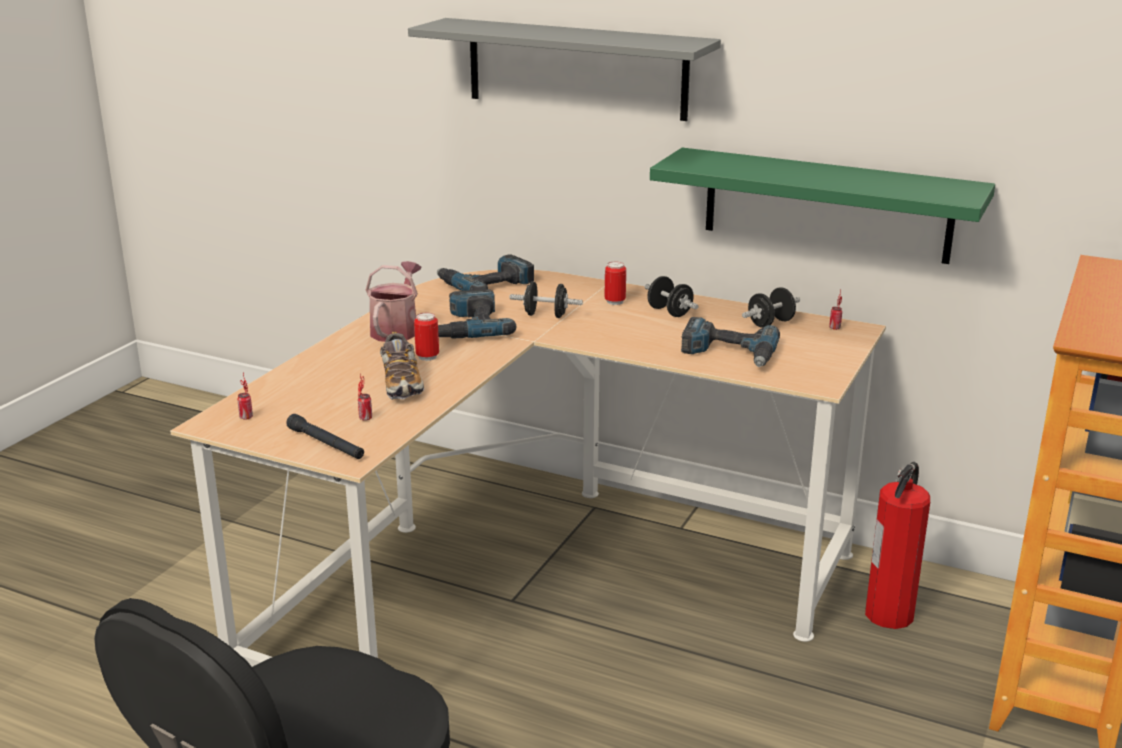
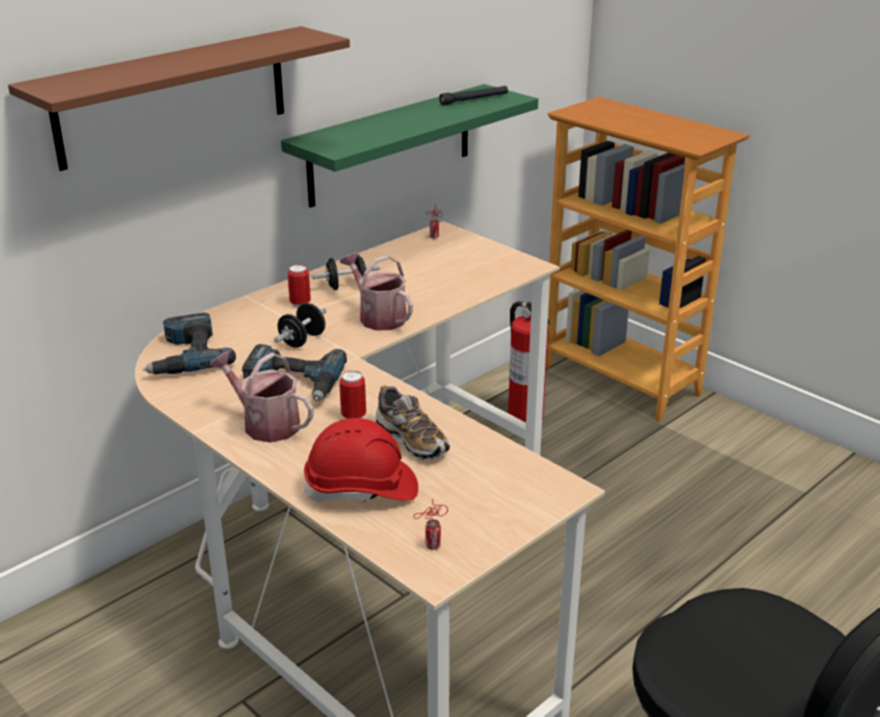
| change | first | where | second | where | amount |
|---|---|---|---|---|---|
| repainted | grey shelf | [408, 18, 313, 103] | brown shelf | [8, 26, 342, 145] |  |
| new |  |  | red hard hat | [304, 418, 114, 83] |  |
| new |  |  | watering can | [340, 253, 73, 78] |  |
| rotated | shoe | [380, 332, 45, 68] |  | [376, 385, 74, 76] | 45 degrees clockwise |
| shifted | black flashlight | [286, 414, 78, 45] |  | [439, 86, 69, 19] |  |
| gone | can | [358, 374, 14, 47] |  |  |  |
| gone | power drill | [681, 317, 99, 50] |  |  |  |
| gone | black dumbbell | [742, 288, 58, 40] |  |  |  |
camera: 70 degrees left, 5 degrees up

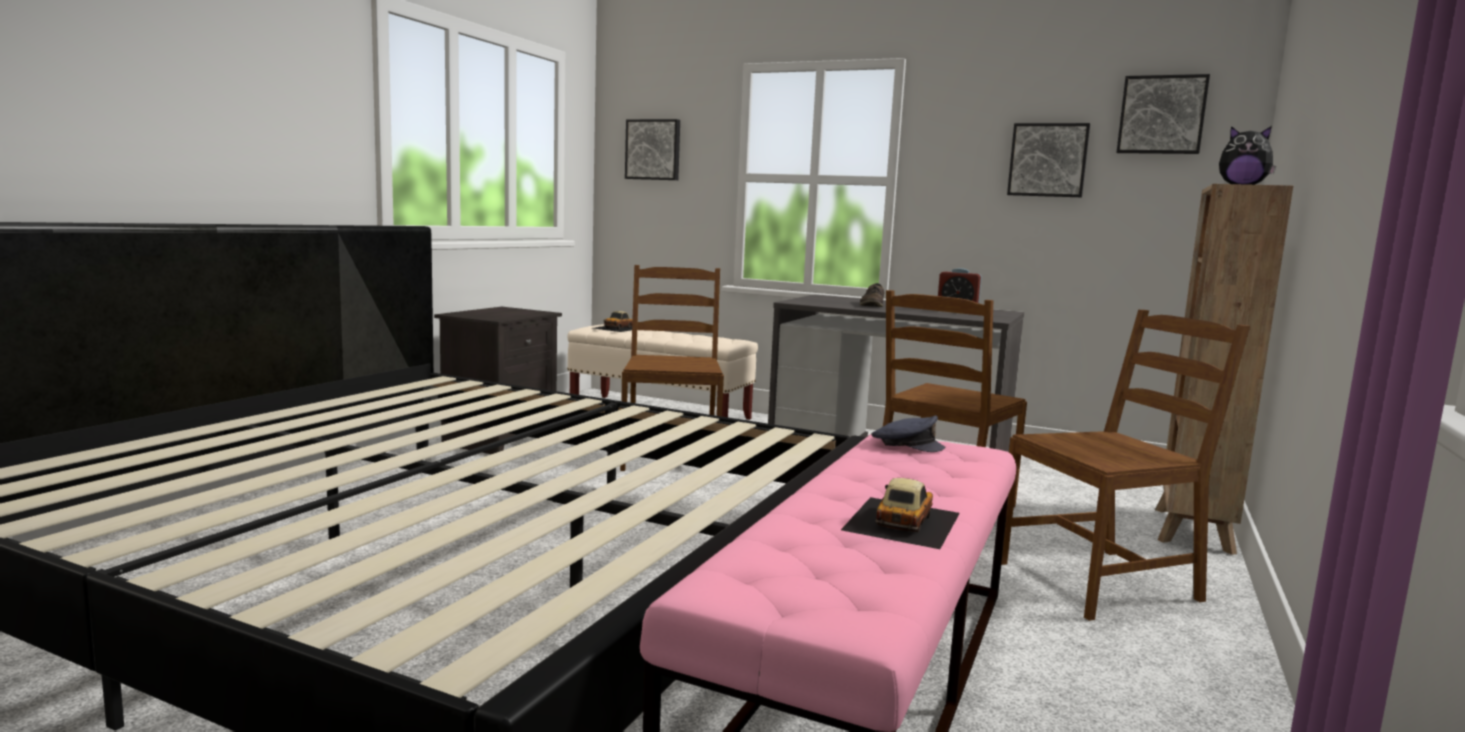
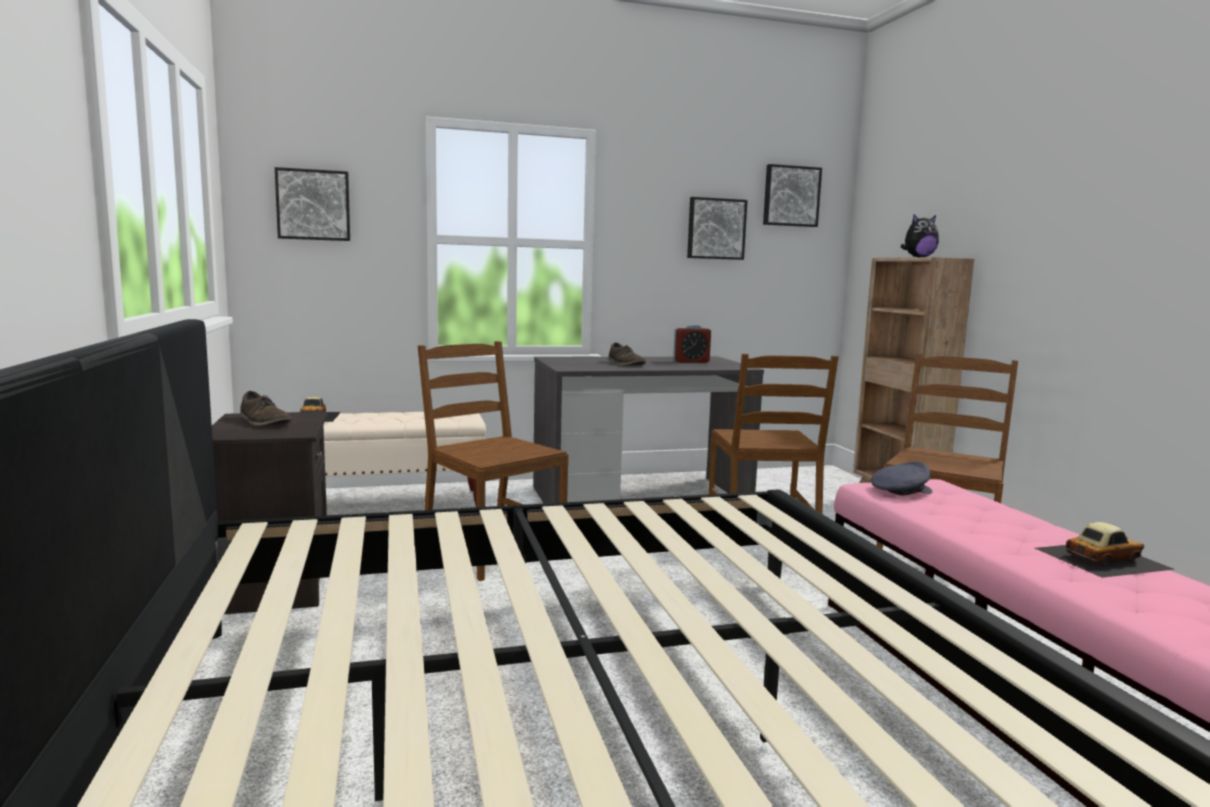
| change | first | where | second | where | amount |
|---|---|---|---|---|---|
| new |  |  | brown shoe | [240, 391, 52, 35] |  |
| rotated | toy car | [841, 478, 119, 71] |  | [1035, 522, 140, 56] | 90 degrees clockwise |
camera: 40 degrees left, 0 degrees up

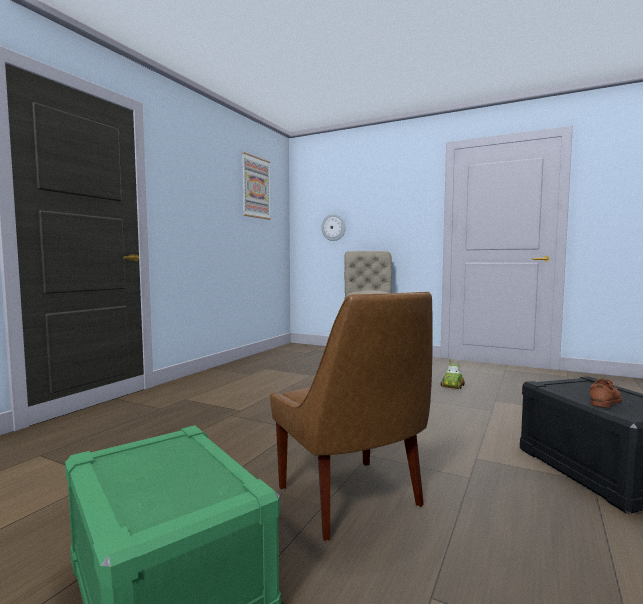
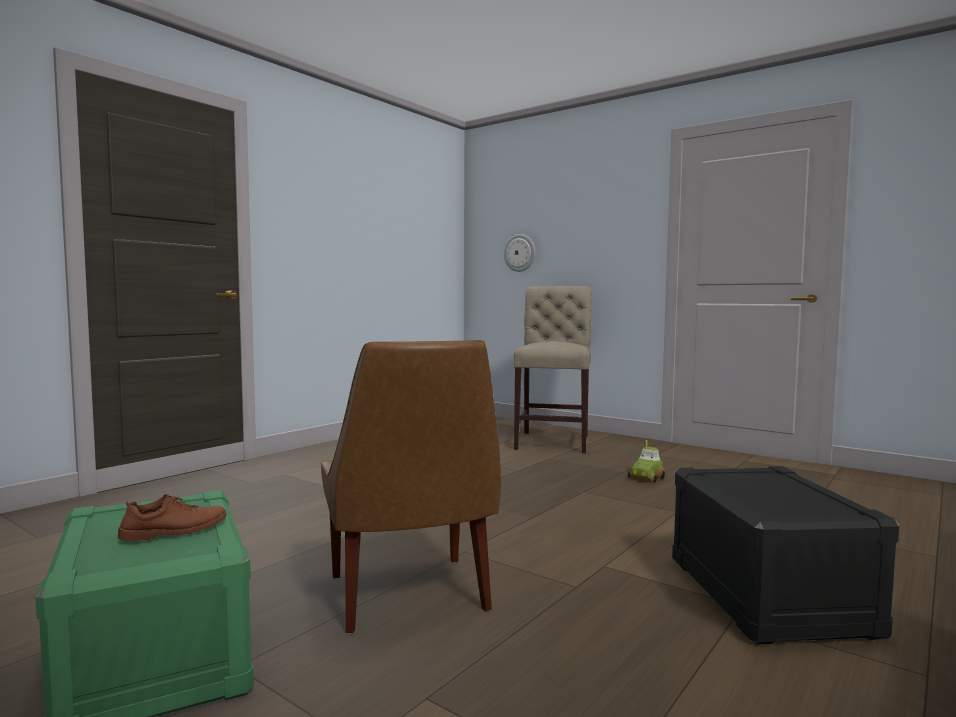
| change | first | where | second | where | amount |
|---|---|---|---|---|---|
| shifted | brown shoe | [590, 379, 32, 29] |  | [118, 494, 109, 47] |  |
| gone | picture | [242, 152, 29, 68] |  |  |  |
camera: 10 degrees right, 0 degrees up

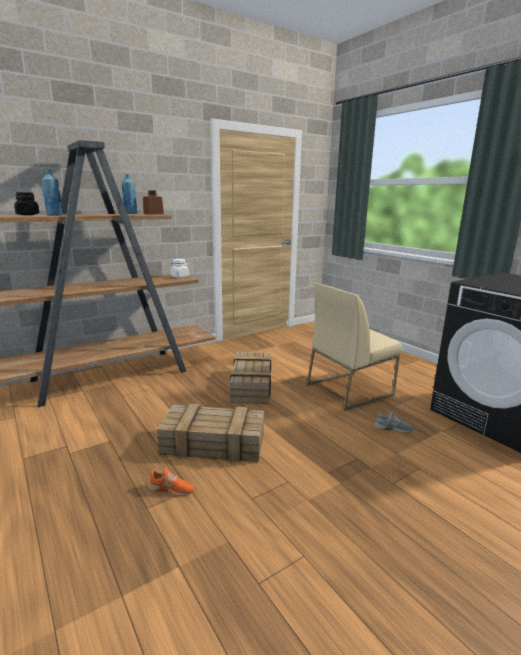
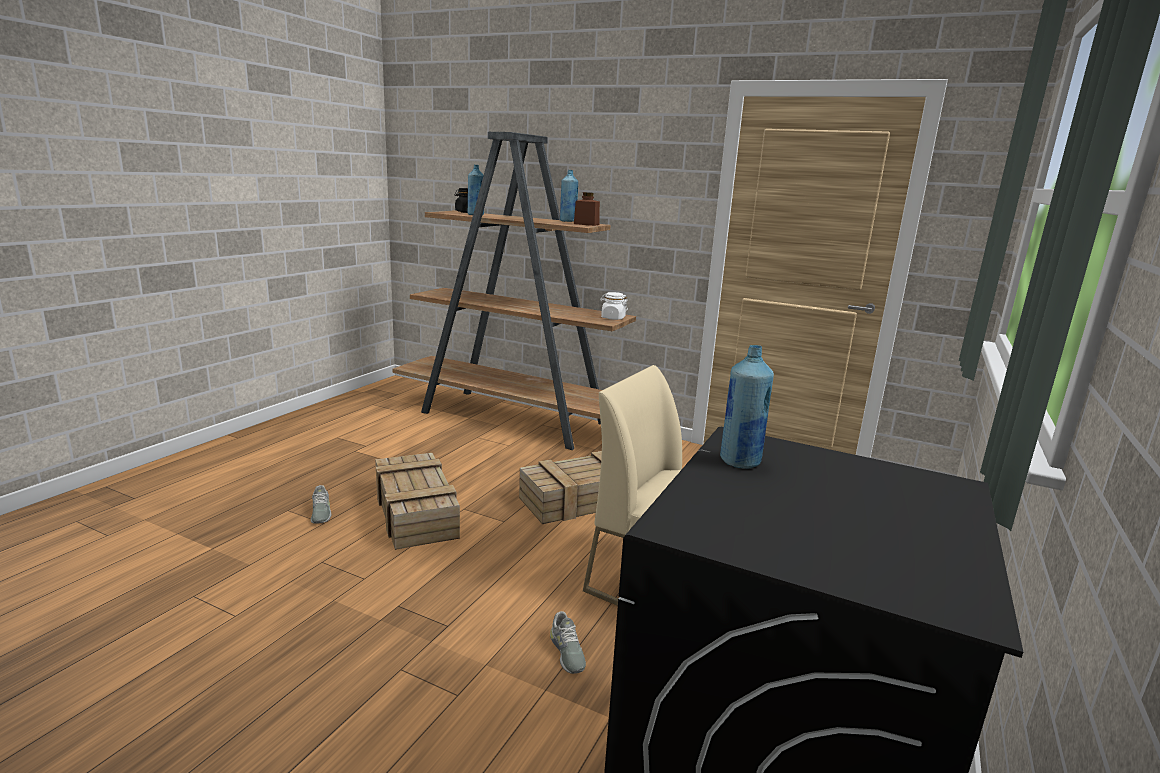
| change | first | where | second | where | amount |
|---|---|---|---|---|---|
| repainted | orange shoe | [148, 468, 46, 28] | grey shoe | [311, 485, 20, 39] |  |
| new |  |  | blue bottle | [720, 345, 54, 123] |  |
camera: 60 degrees right, 0 degrees up

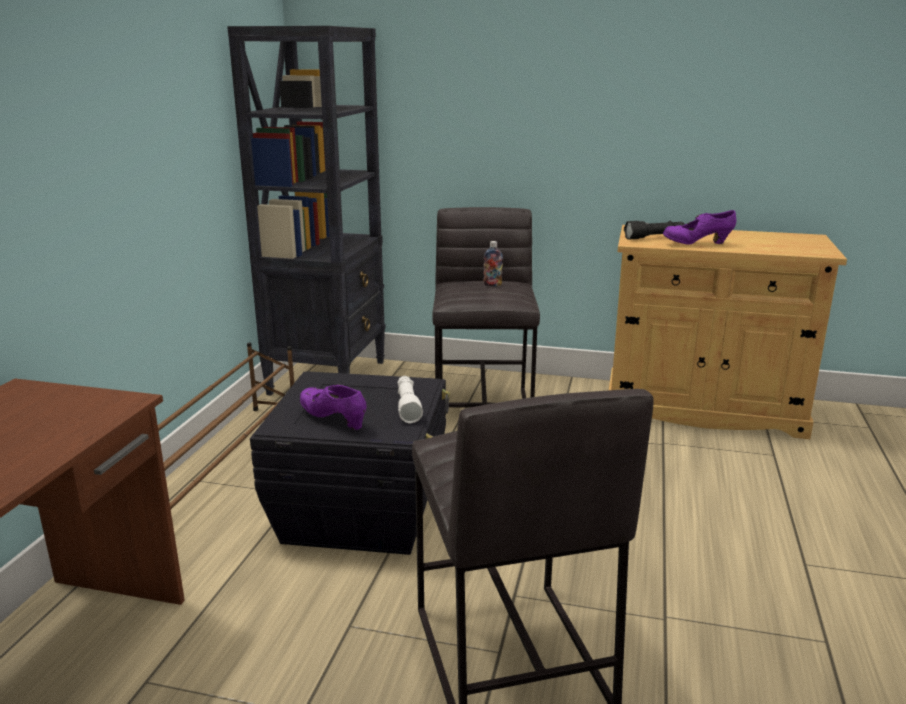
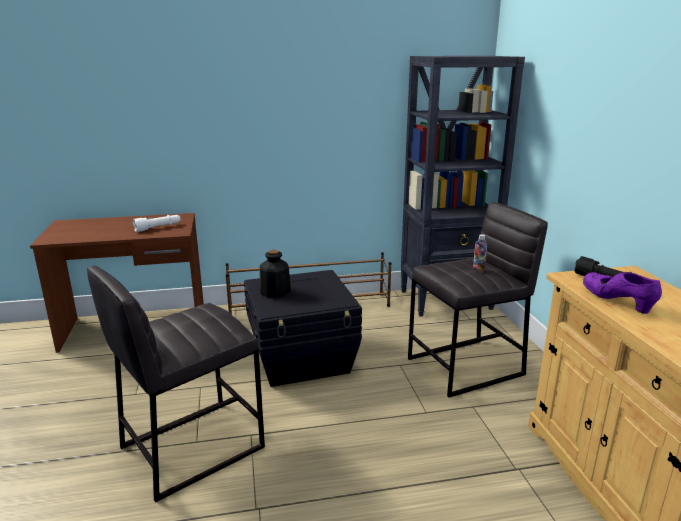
| change | first | where | second | where | amount |
|---|---|---|---|---|---|
| shifted | white flashlight | [398, 376, 25, 48] |  | [133, 215, 48, 17] |  |
| swapped | purple shoe | [300, 384, 66, 46] | bottle | [260, 250, 31, 48] |  |
camera: 65 degrees right, 0 degrees up

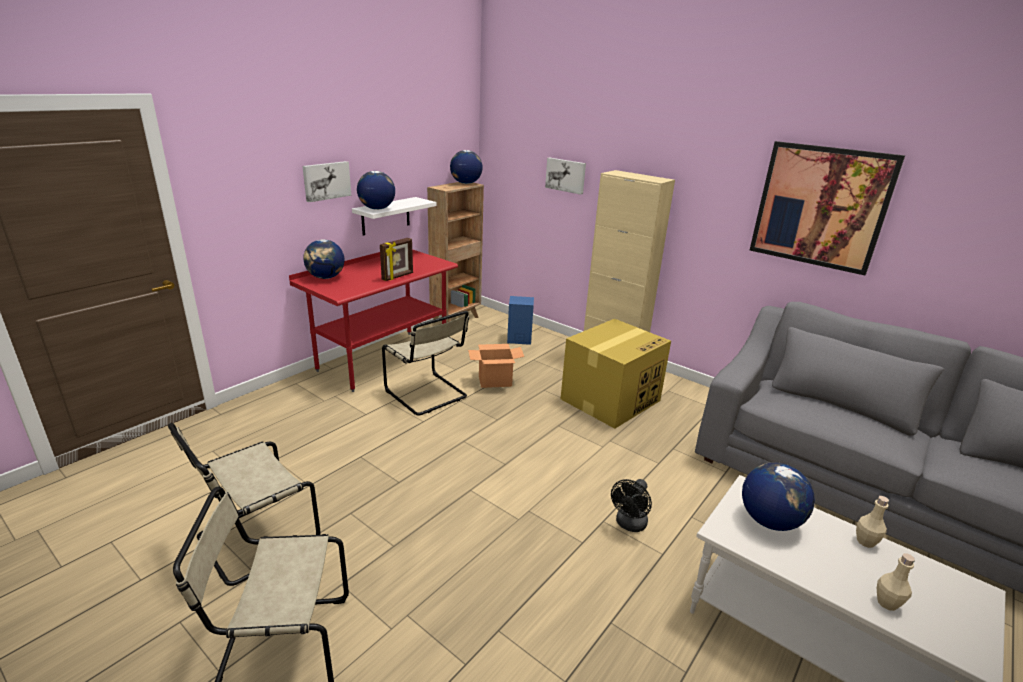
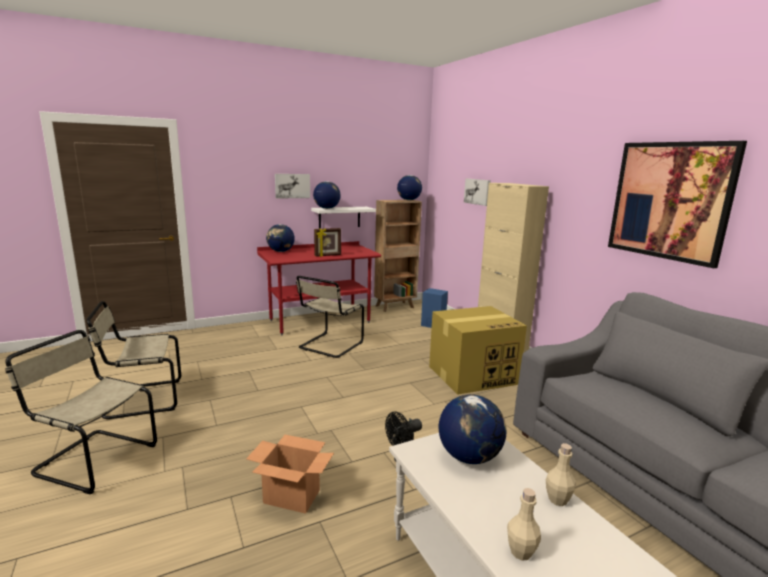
| change | first | where | second | where | amount |
|---|---|---|---|---|---|
| shifted | cardboard box | [468, 344, 56, 44] |  | [246, 435, 88, 79] |  |
| rotated | beige chair | [382, 311, 87, 105] |  | [296, 276, 68, 82] | 45 degrees clockwise |
camera: 25 degrees right, 10 degrees down

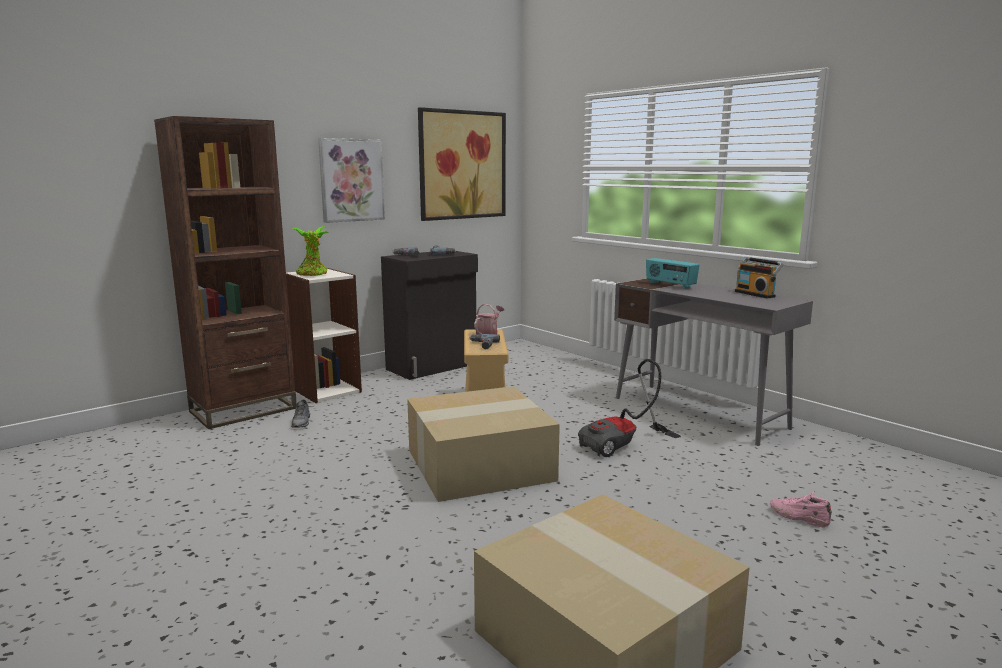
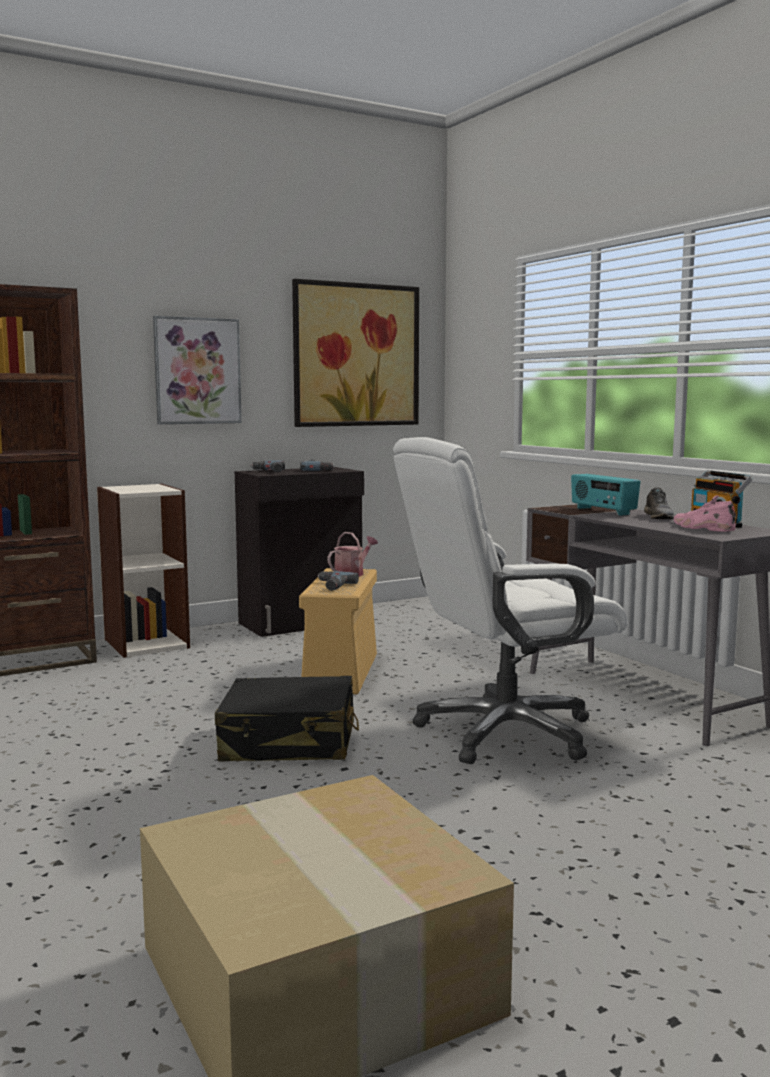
| change | first | where | second | where | amount |
|---|---|---|---|---|---|
| swapped | cardboard box | [407, 386, 153, 116] | black suitcase | [215, 676, 144, 86] |  |
| swapped | vacuum cleaner | [578, 359, 103, 98] | white office chair | [393, 437, 234, 327] |  |
| shifted | grey shoe | [291, 399, 19, 29] |  | [644, 488, 30, 31] |  |
| shifted | pink shoe | [770, 492, 62, 35] |  | [674, 495, 62, 37] |  |
| gone | potted plant | [292, 226, 37, 50] |  |  |  |
camera: 10 degrees right, 5 degrees down

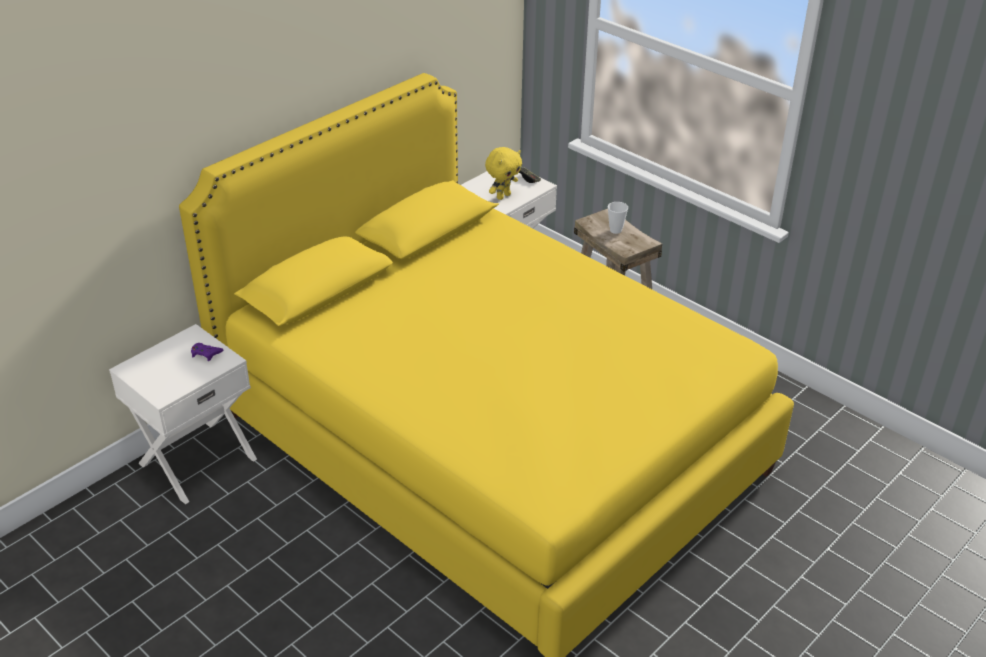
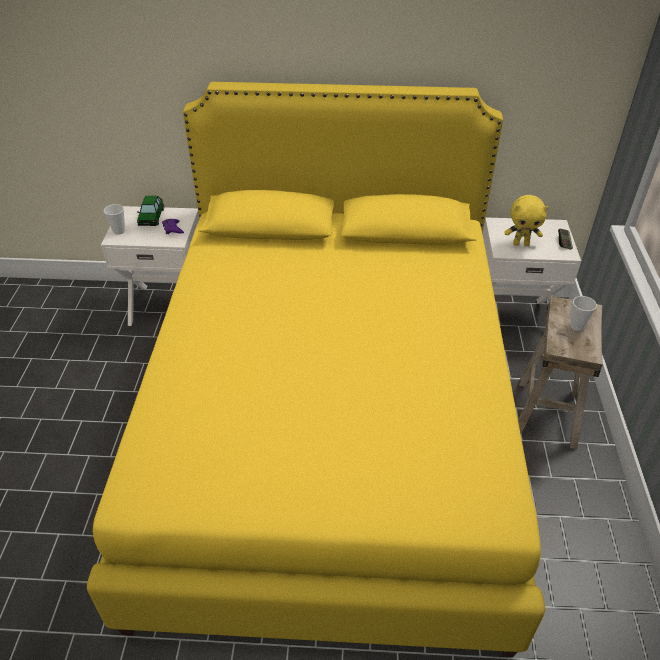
| change | first | where | second | where | amount |
|---|---|---|---|---|---|
| new |  |  | cup | [104, 204, 21, 31] |  |
| new |  |  | toy car | [137, 196, 27, 30] |  |
camera: 50 degrees right, 5 degrees up

